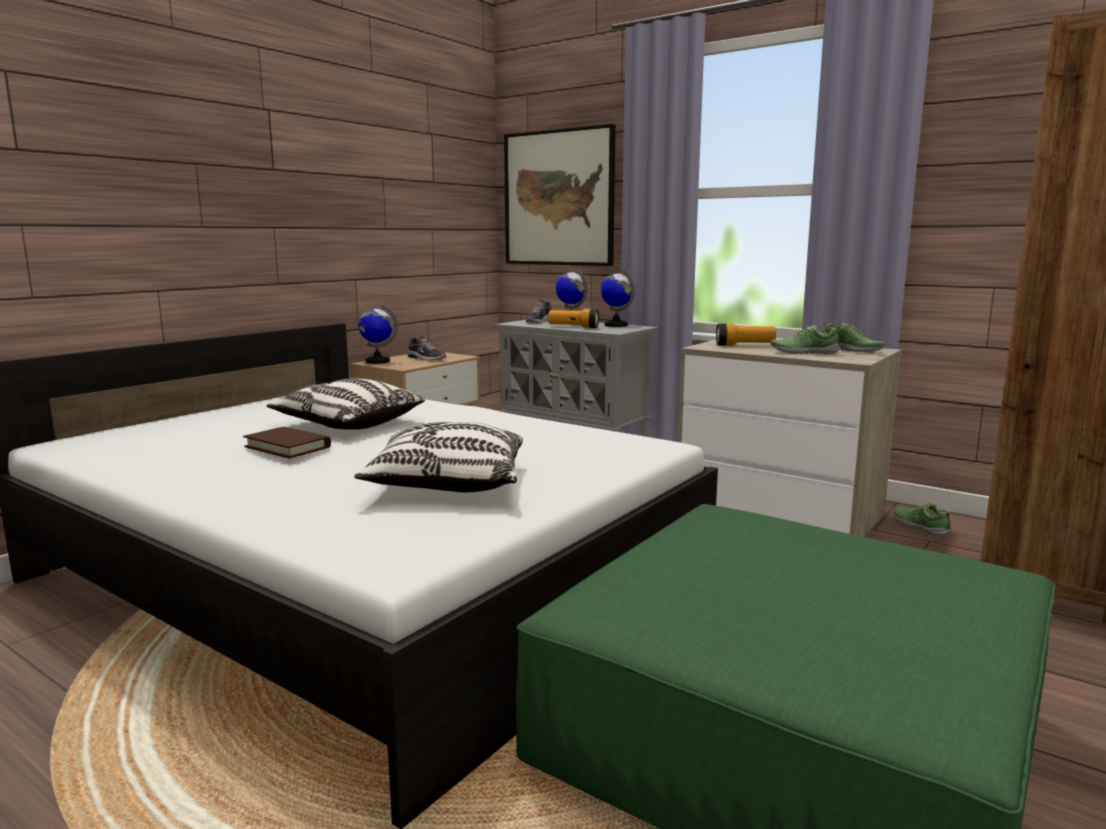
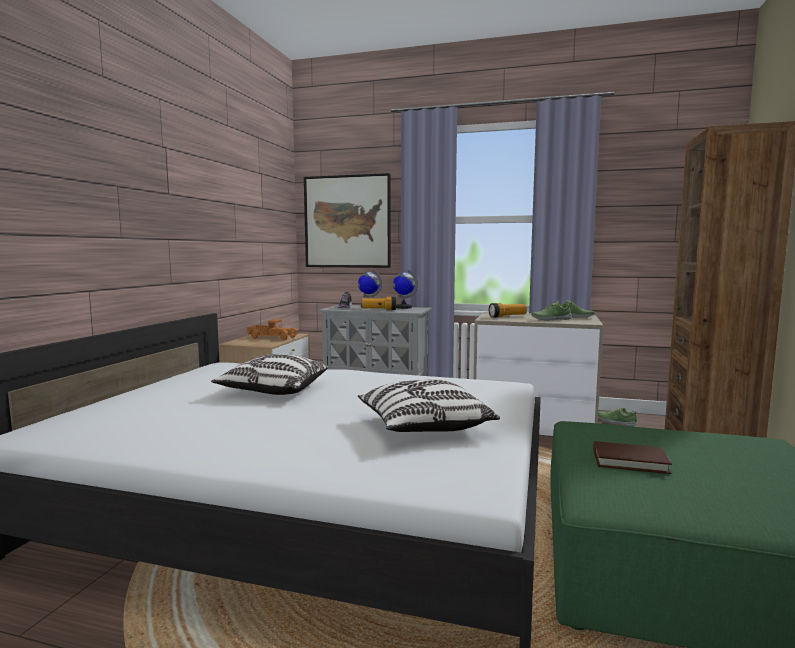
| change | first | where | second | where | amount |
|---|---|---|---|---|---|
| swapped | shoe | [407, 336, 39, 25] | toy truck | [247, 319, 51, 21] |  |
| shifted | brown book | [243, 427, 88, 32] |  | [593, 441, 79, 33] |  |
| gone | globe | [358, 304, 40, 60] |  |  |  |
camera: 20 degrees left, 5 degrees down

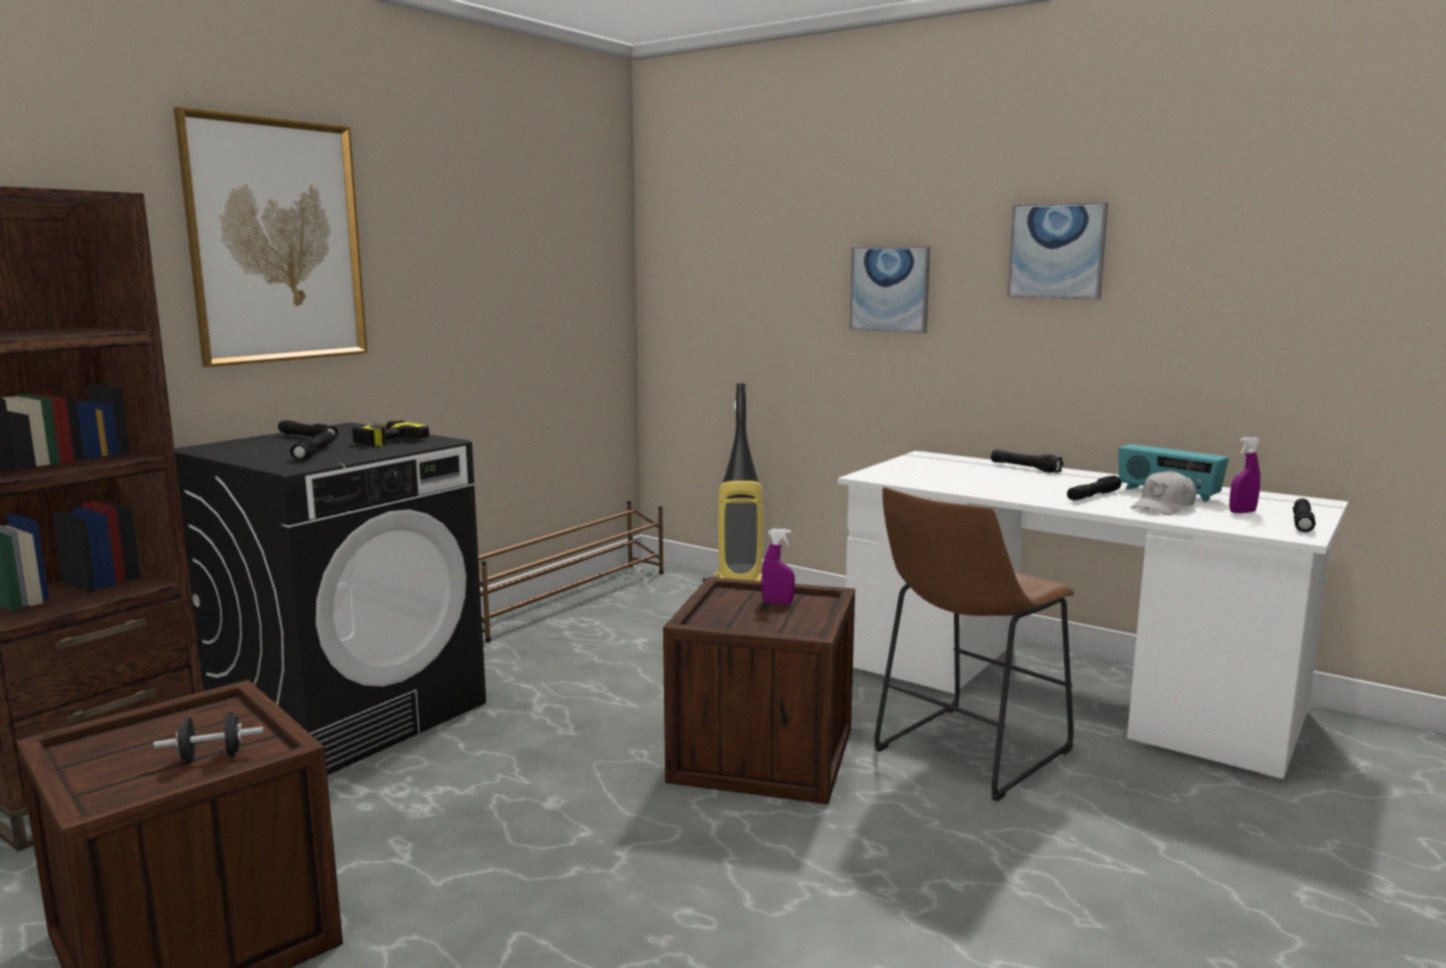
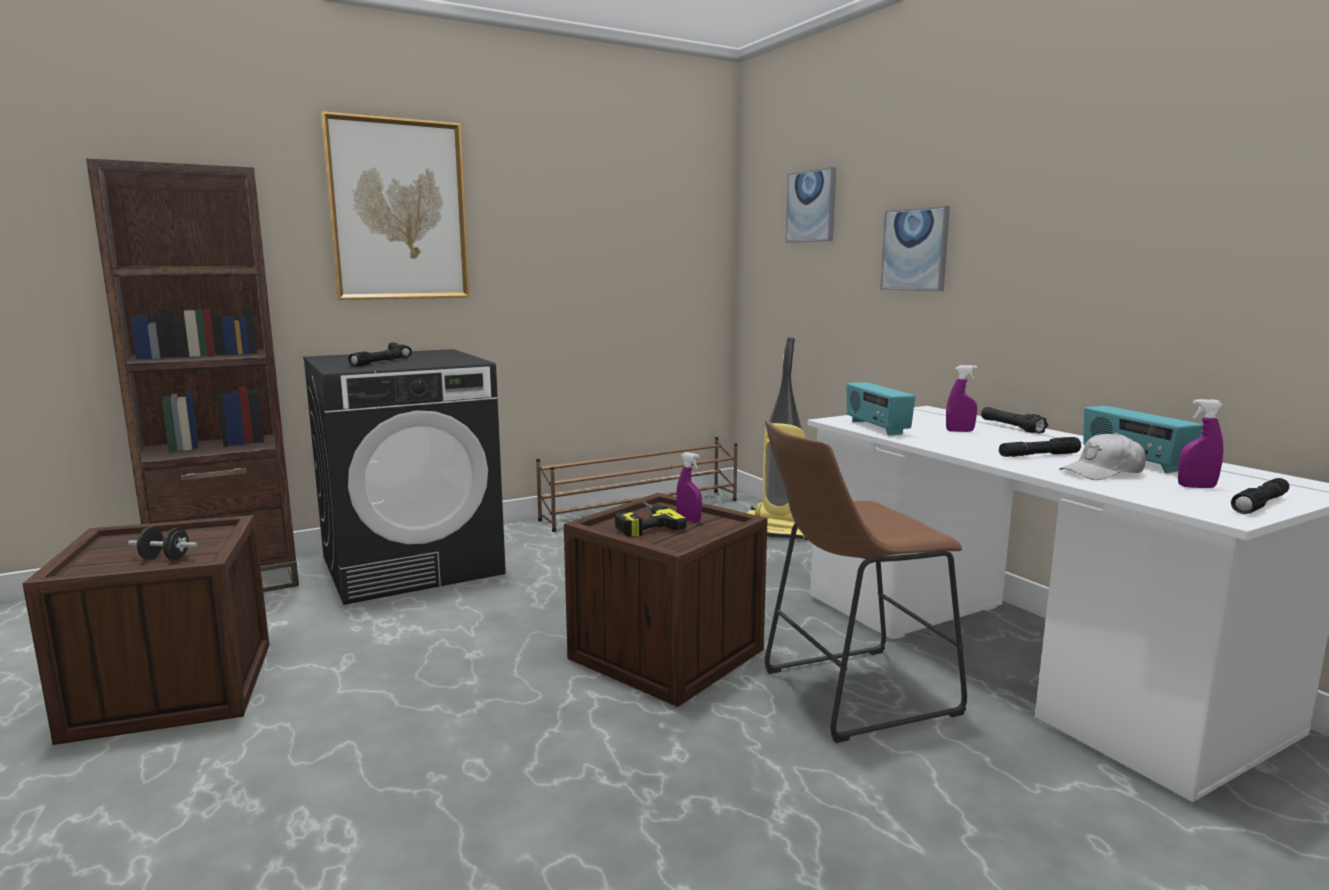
| change | first | where | second | where | amount |
|---|---|---|---|---|---|
| shifted | power drill | [352, 421, 77, 25] |  | [615, 501, 72, 36] |  |
| shifted | picture | [1007, 202, 101, 97] |  | [786, 167, 50, 76] |  |
| new |  |  | radio | [847, 382, 68, 54] |  |
| new |  |  | purple spray bottle | [946, 365, 31, 67] |  |
camera: 25 degrees right, 0 degrees up

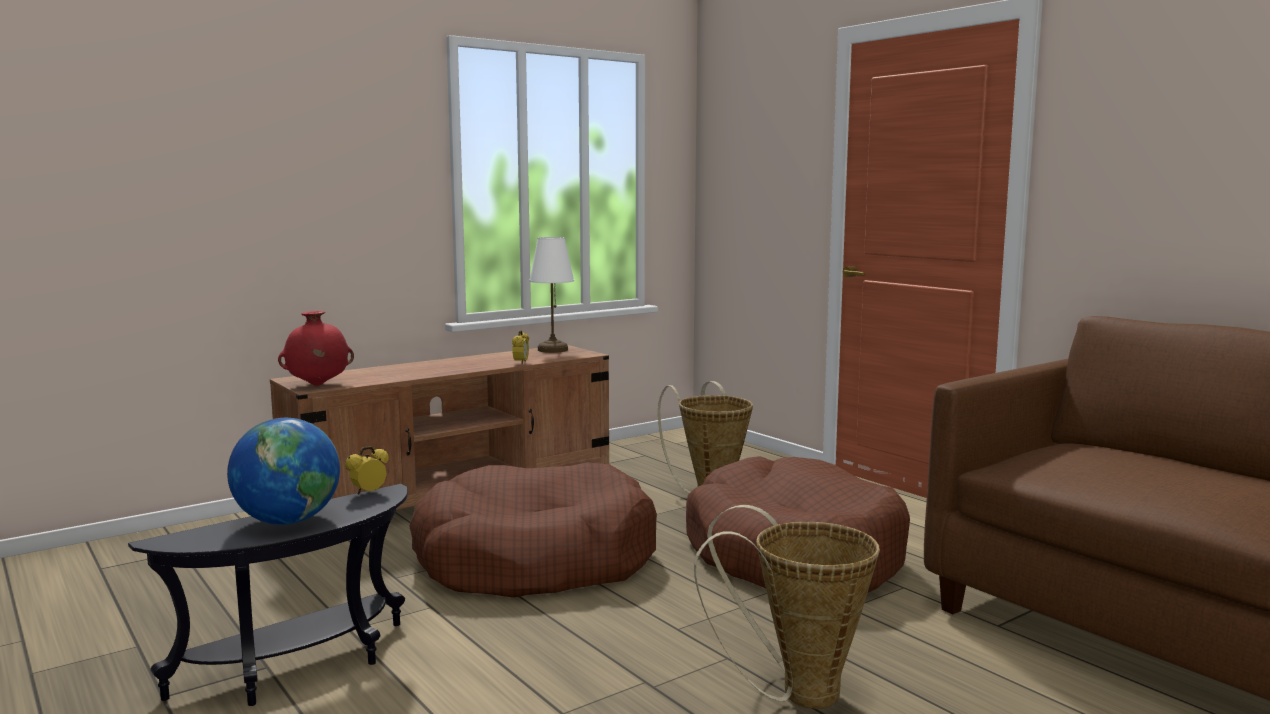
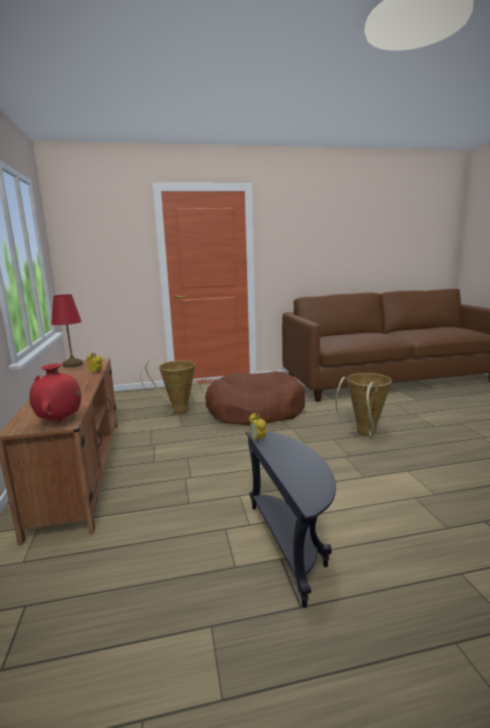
| change | first | where | second | where | amount |
|---|---|---|---|---|---|
| repainted | white table lamp | [529, 237, 45, 116] | red table lamp | [51, 294, 32, 74] |  |
| gone | globe | [227, 418, 113, 107] |  |  |  |
| gone | brown dog bed | [409, 462, 248, 136] |  |  |  |
camera: 65 degrees left, 5 degrees up

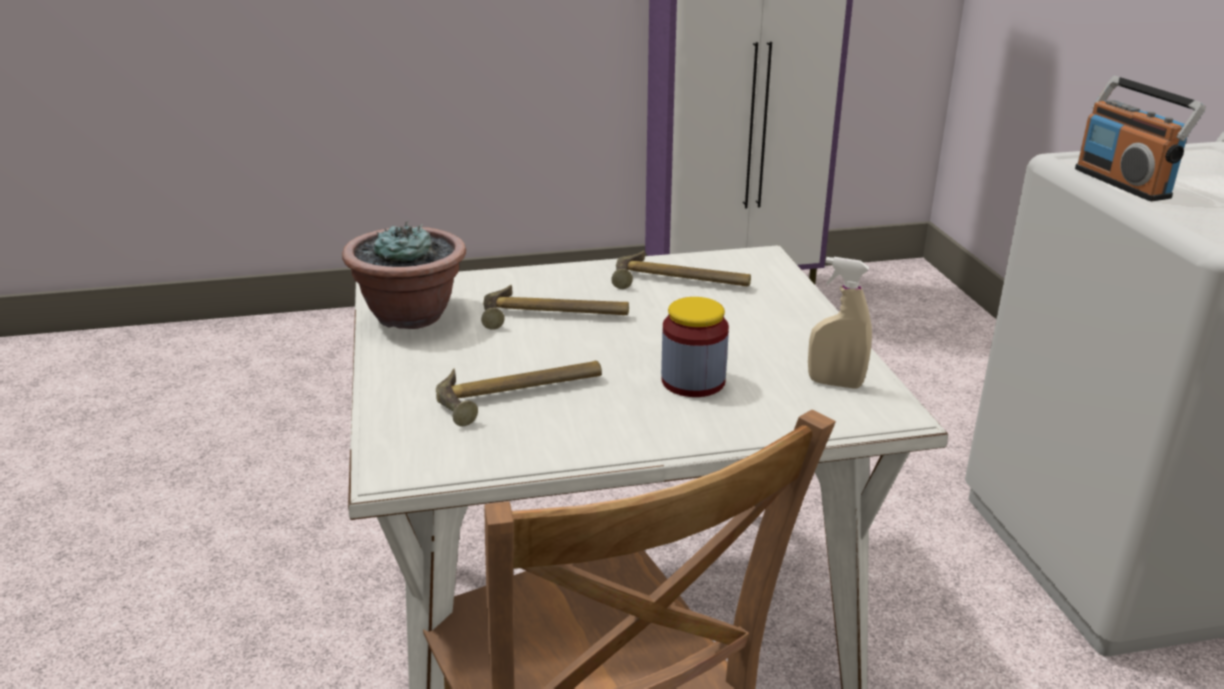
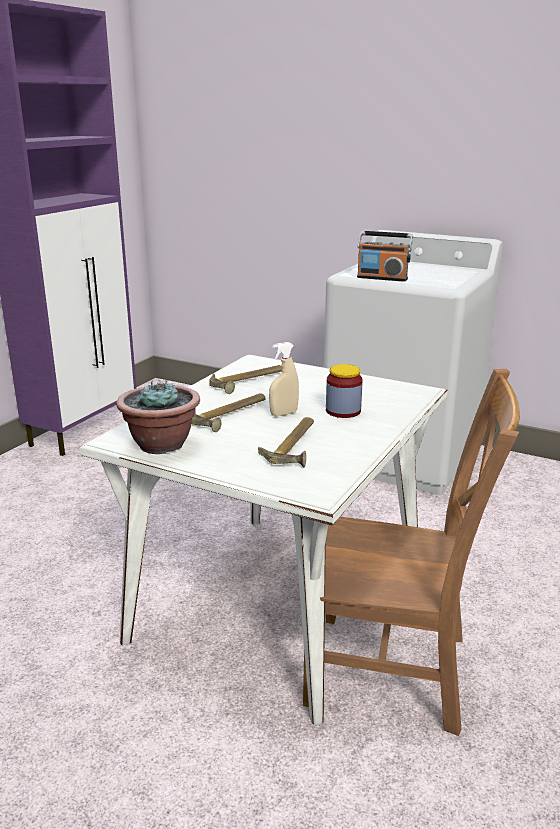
| change | first | where | second | where | amount |
|---|---|---|---|---|---|
| shifted | beige spray bottle | [808, 257, 64, 132] |  | [269, 342, 30, 75] |  |
camera: 50 degrees left, 5 degrees down

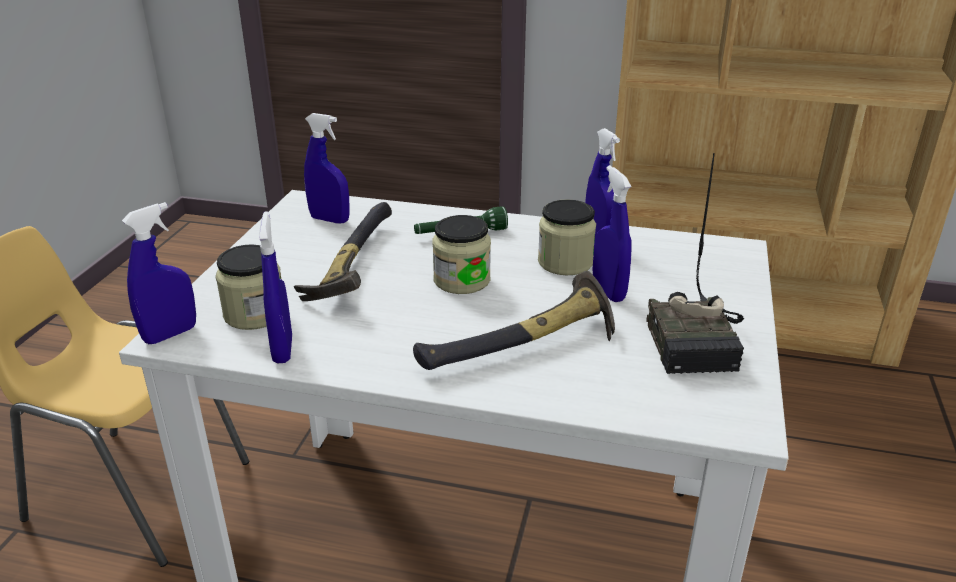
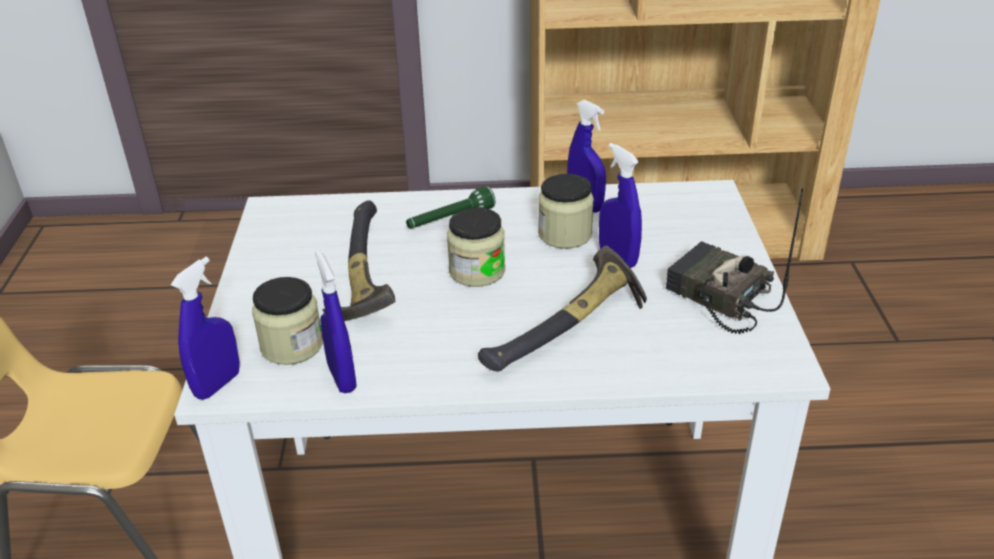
| change | first | where | second | where | amount |
|---|---|---|---|---|---|
| rotated | radio | [646, 153, 98, 221] |  | [666, 188, 137, 146] | 150 degrees clockwise |
| gone | blue spray bottle | [304, 113, 45, 111] |  |  |  |
camera: 15 degrees left, 5 degrees up

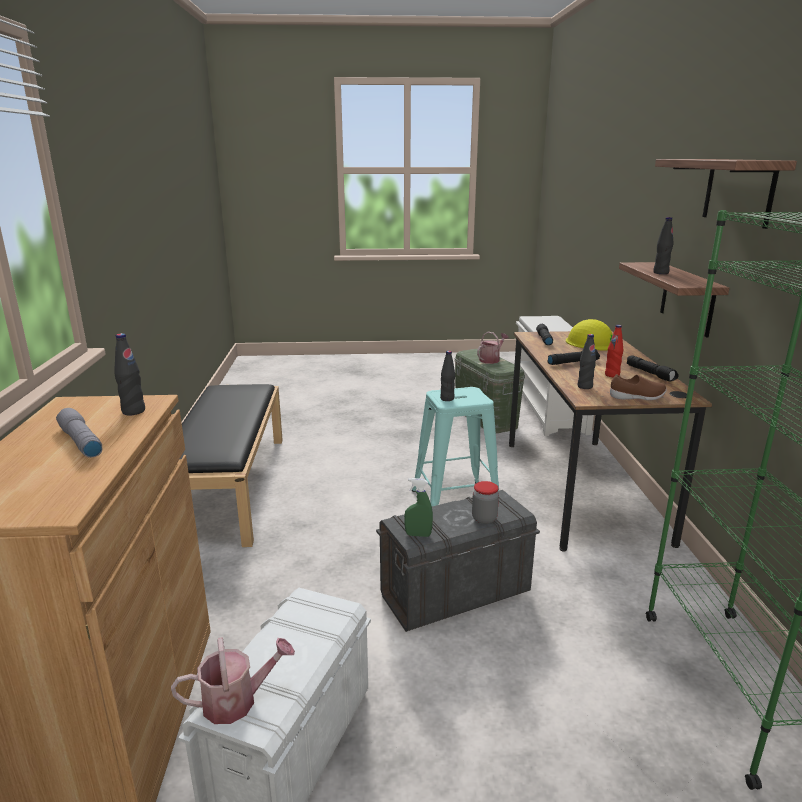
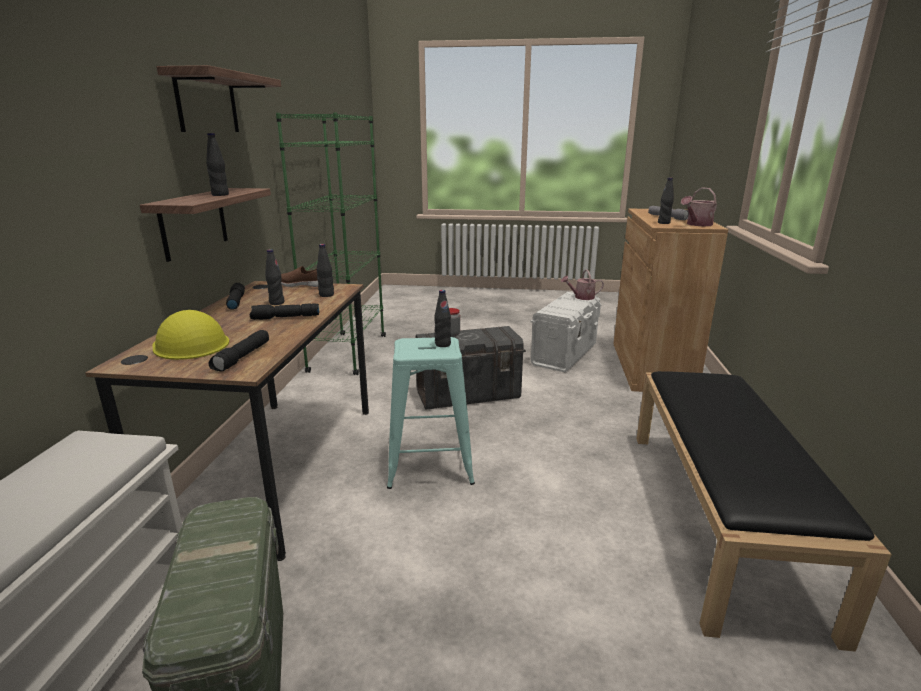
| change | first | where | second | where | amount |
|---|---|---|---|---|---|
| repainted | red bottle | [605, 325, 18, 52] | black bottle | [265, 249, 20, 56] |  |
| shifted | watering can | [477, 332, 32, 32] |  | [681, 187, 36, 39] |  |
| gone | green spray bottle | [404, 478, 29, 59] |  |  |  |
camera: 170 degrees left, 0 degrees up

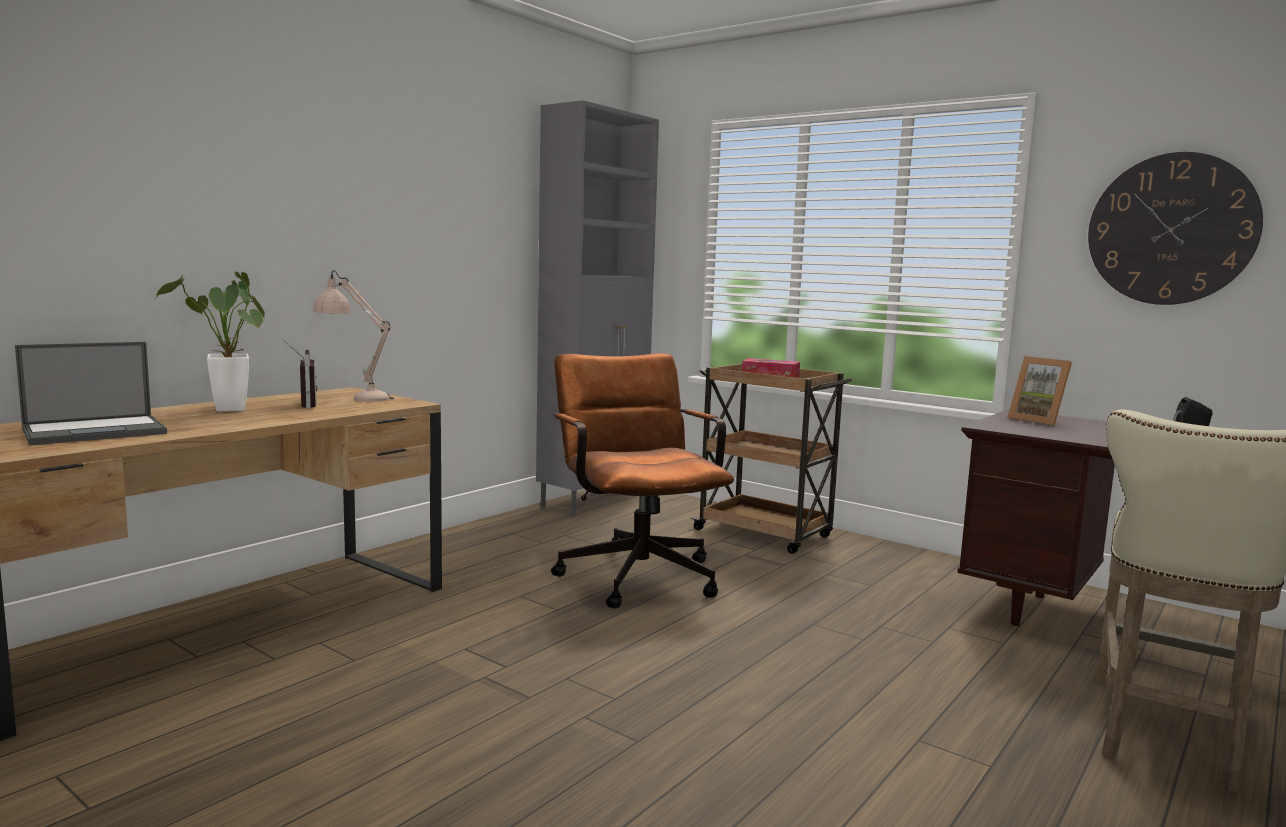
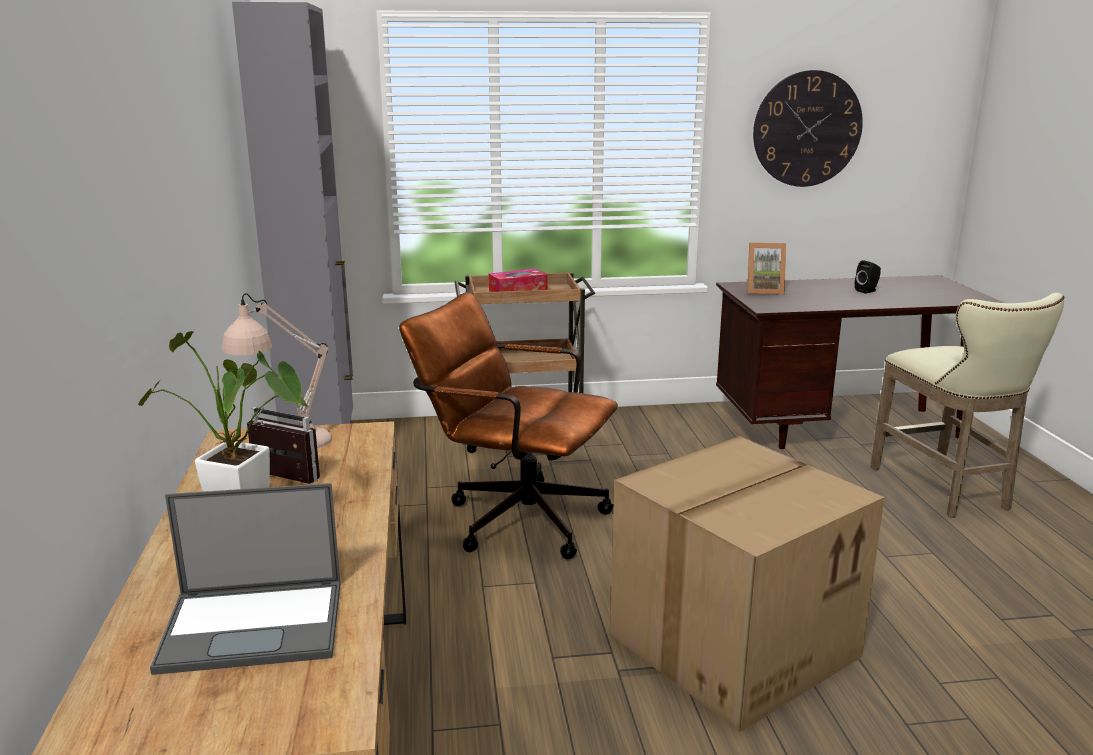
| change | first | where | second | where | amount |
|---|---|---|---|---|---|
| rotated | laptop | [15, 342, 152, 103] |  | [150, 483, 191, 192] | 75 degrees clockwise |
| new |  |  | cardboard box | [610, 436, 274, 296] |  |
camera: 45 degrees left, 10 degrees up

